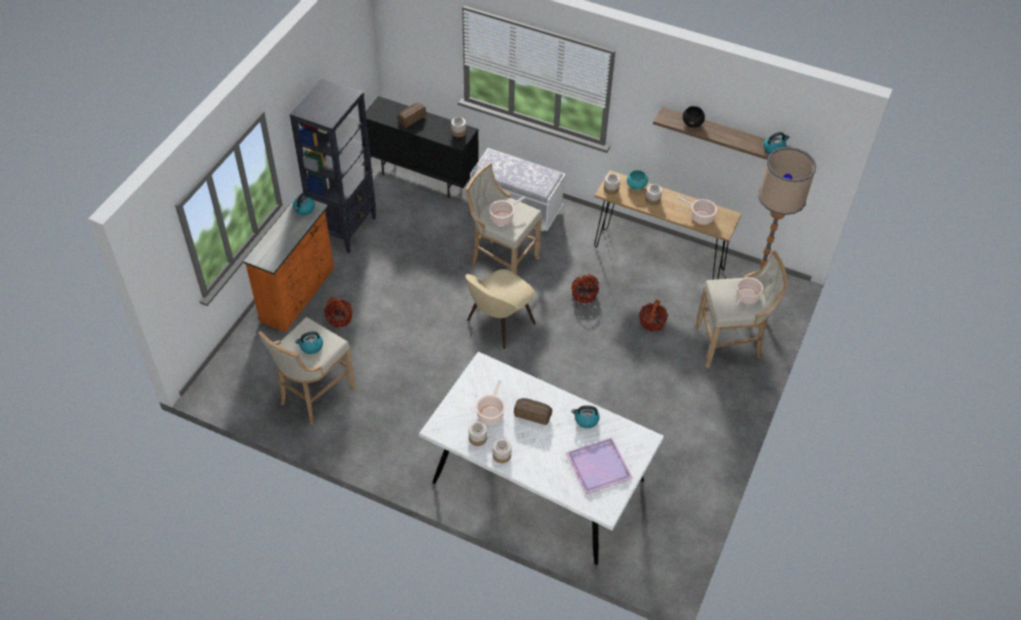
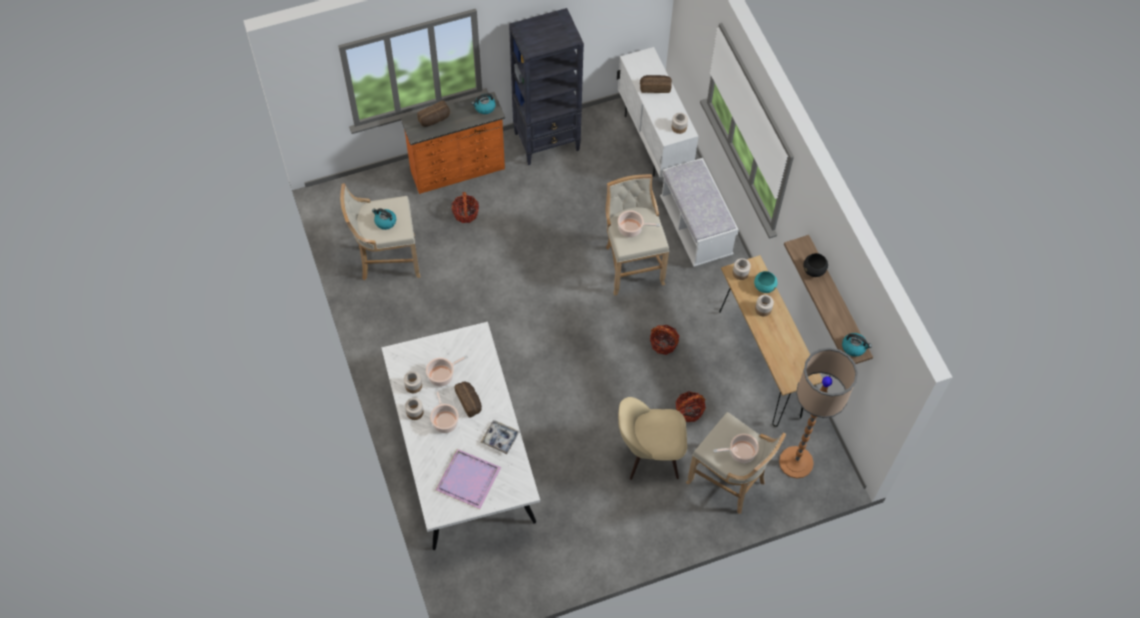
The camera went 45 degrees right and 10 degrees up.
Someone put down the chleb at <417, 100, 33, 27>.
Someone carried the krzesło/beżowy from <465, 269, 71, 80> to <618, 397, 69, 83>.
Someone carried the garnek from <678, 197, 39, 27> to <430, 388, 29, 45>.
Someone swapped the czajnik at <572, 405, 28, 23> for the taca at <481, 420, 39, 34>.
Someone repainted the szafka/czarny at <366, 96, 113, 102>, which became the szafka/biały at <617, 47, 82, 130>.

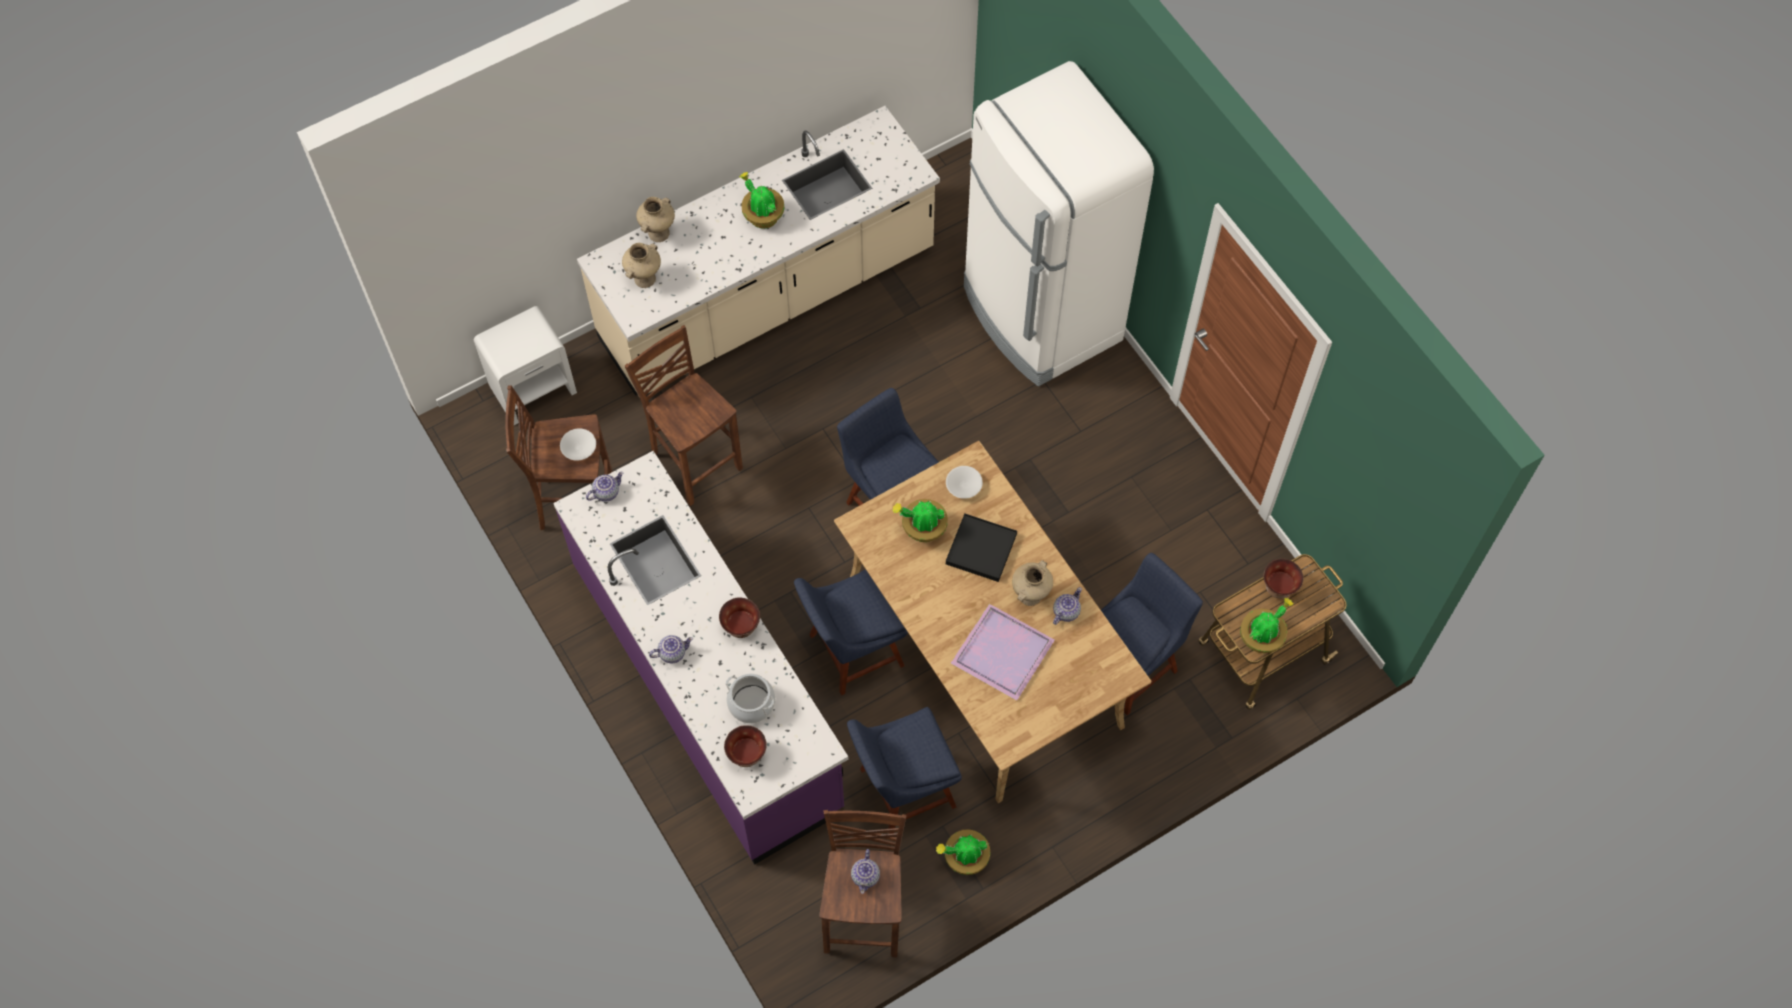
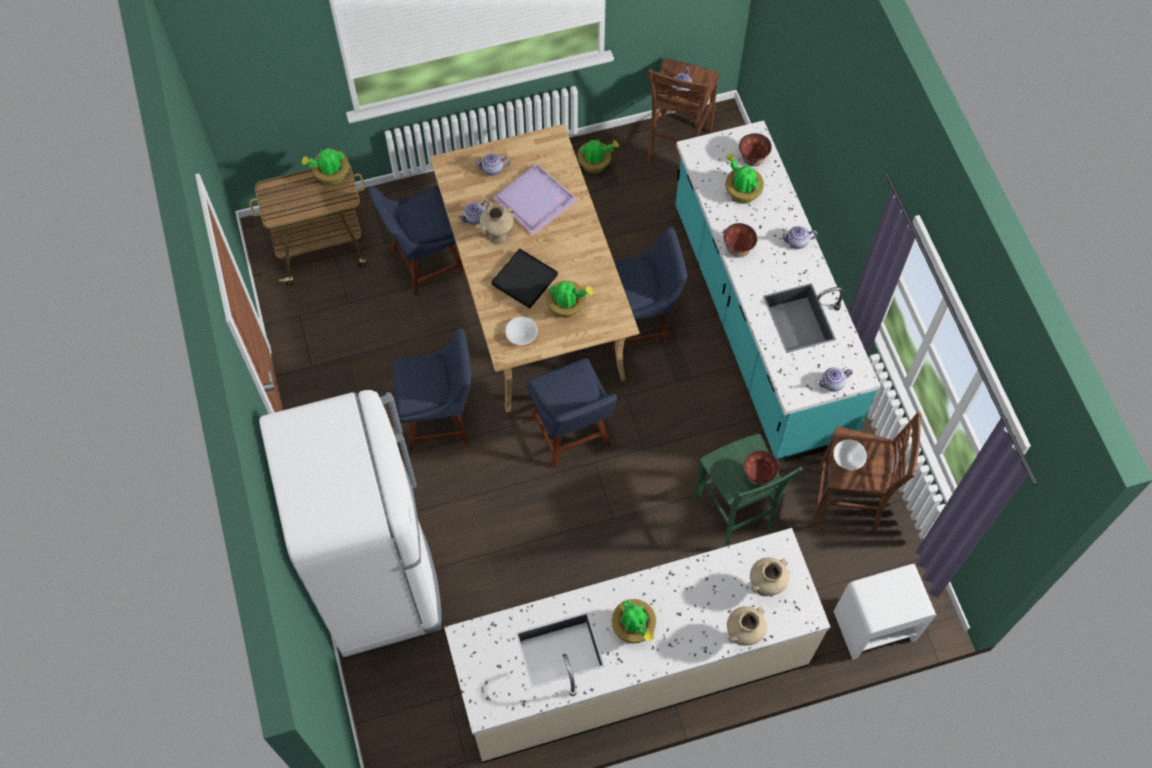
The camera went 165 degrees left and 0 degrees up.
Someone put down the imbryk at <474, 153, 37, 23>.
Someone carried the krzesło/niebieski from <847, 707, 115, 127> to <392, 328, 79, 124>.
Someone carried the miska from <1263, 559, 40, 40> to <743, 450, 36, 36>.
Someone swapped the garnek at <726, 674, 50, 50> for the roślina doniczkowa at <725, 153, 39, 51>.
Someone repainted the zabudowa kuchenna/fioletowy at <553, 451, 295, 414>, which became the zabudowa kuchenna/turkusowy at <675, 120, 206, 342>.
Someone repainted the stołek/brązowy at <625, 325, 118, 181>, which became the stołek/zielony at <694, 434, 109, 113>.

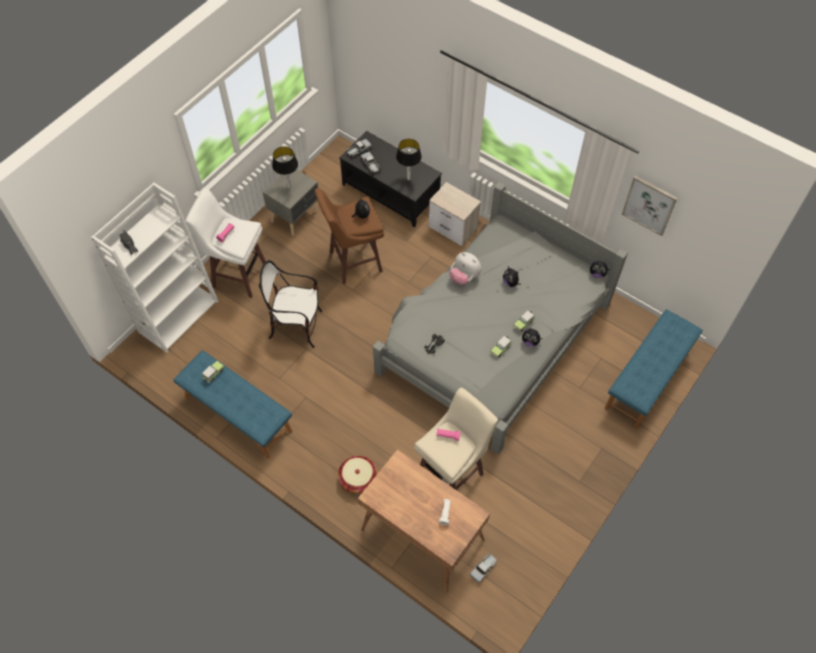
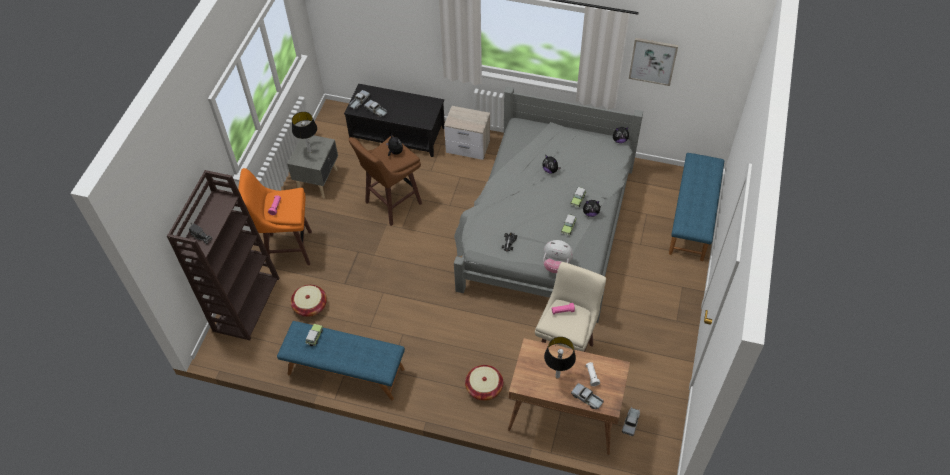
The camera went 20 degrees left and 5 degrees down.
Someone took away the krzesło at <259, 260, 63, 88>.
Someone put down the koszyk at <291, 285, 36, 32>.
Someone put down the ciężarówka zabawkowa at <571, 383, 33, 26>.
Someone carried the lampa stołowa from <396, 139, 26, 41> to <544, 337, 32, 42>.
Someone carried the pluszak from <449, 252, 32, 33> to <543, 240, 30, 33>.
Someone repainted the regał/biały at <91, 182, 128, 171>, which became the regał/brązowy at <167, 170, 113, 170>.
Someone repainted the stołek/biały at <186, 188, 80, 110>, which became the stołek/pomarańczowy at <238, 168, 74, 100>.

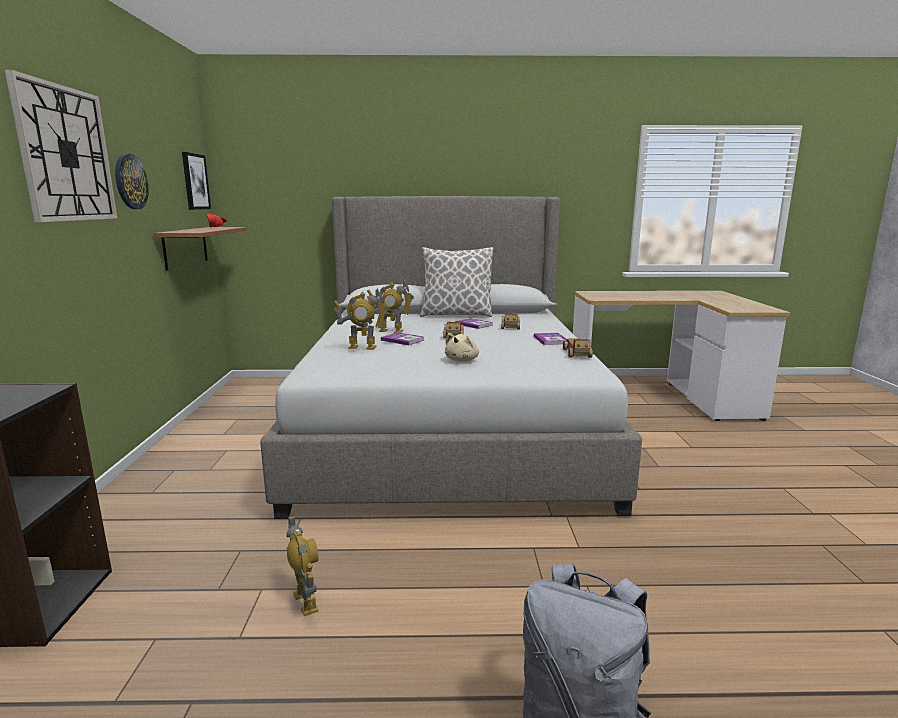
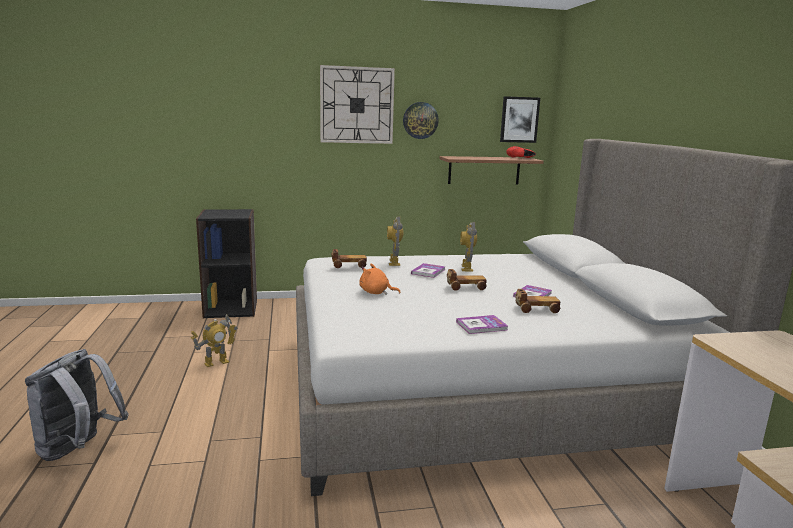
The camera went 80 degrees right and 0 degrees up.
Someone took away the poduszka at <420, 247, 73, 70>.
Someone carried the samochodzik from <563, 338, 30, 20> to <331, 249, 36, 19>.
Someone repainted the pluszak/beżowy at <445, 333, 34, 29>, which became the pluszak/pomarańczowy at <359, 263, 42, 32>.

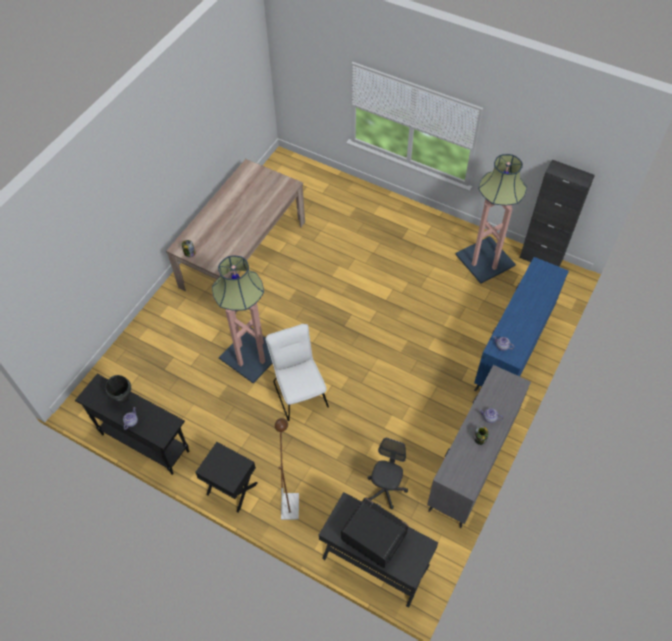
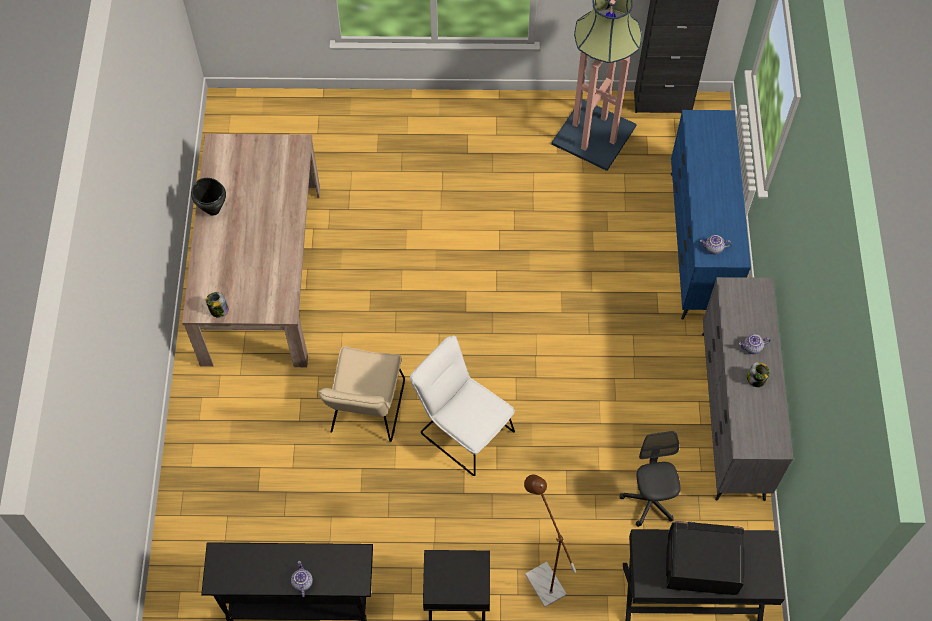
The camera went 30 degrees left and 5 degrees up.
Someone carried the garnek/czarny from <105, 375, 26, 28> to <191, 178, 35, 38>.
Someone swapped the lampa stojąca at <212, 255, 61, 128> for the krzesło/beżowy at <318, 346, 87, 96>.

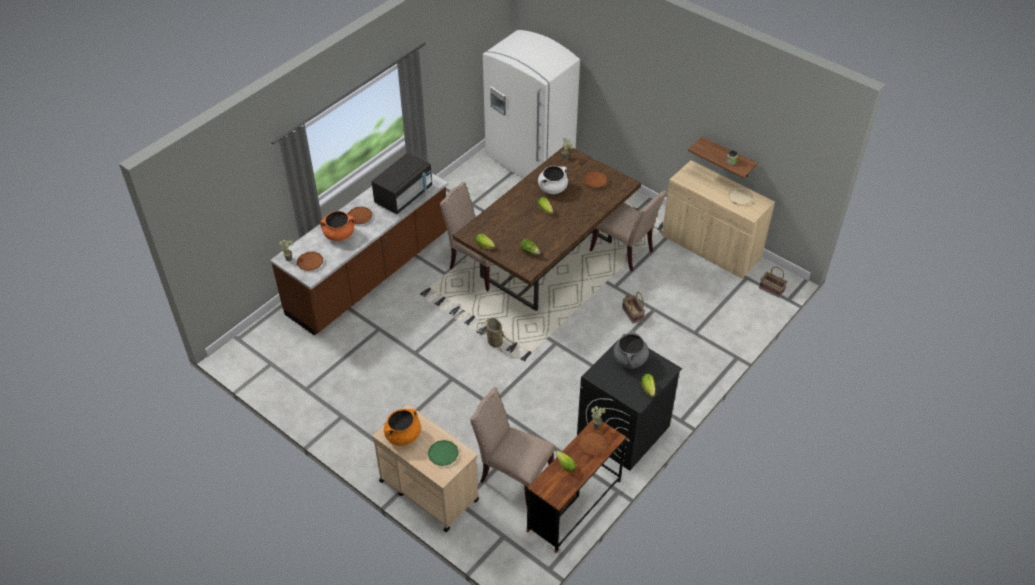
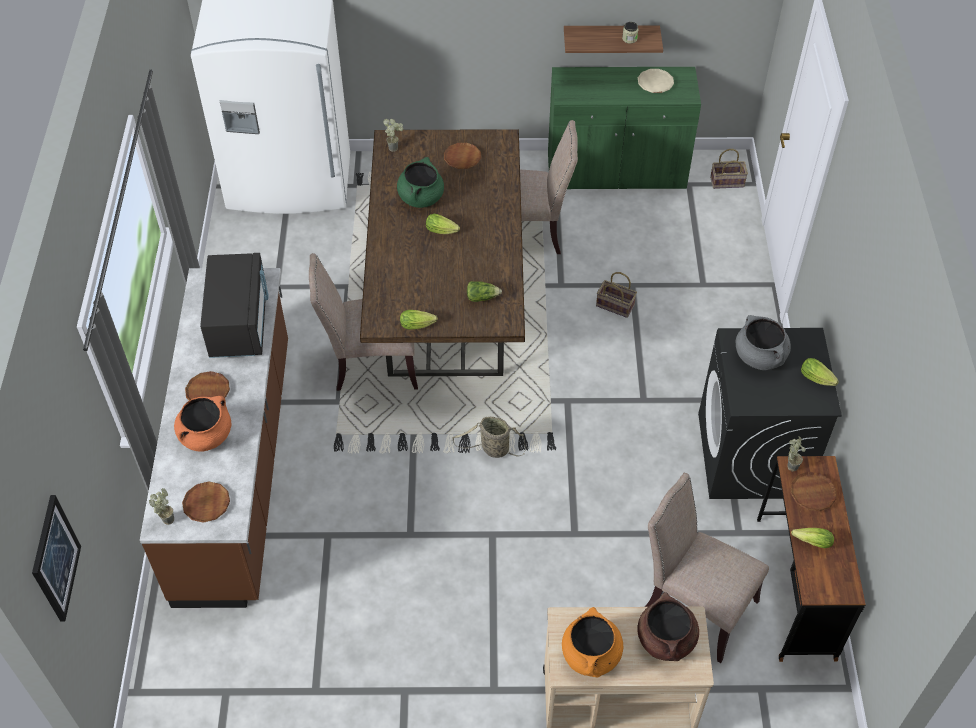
The camera went 40 degrees left and 5 degrees up.
Someone put up the obraz at <32, 495, 49, 126>.
Someone swapped the talerz/zielony at <428, 440, 31, 26> for the garnek/brązowy at <637, 592, 62, 69>.
Someone repainted the garnek/biały at <538, 166, 30, 28>, which became the garnek/zielony at <397, 157, 47, 51>.
Someone repainted the szafka/beżowy at <662, 160, 113, 119>, which became the szafka/zielony at <548, 67, 153, 122>.
Someone rotated the krzesło/beżowy at <470, 387, 85, 118> by 45 degrees clockwise.

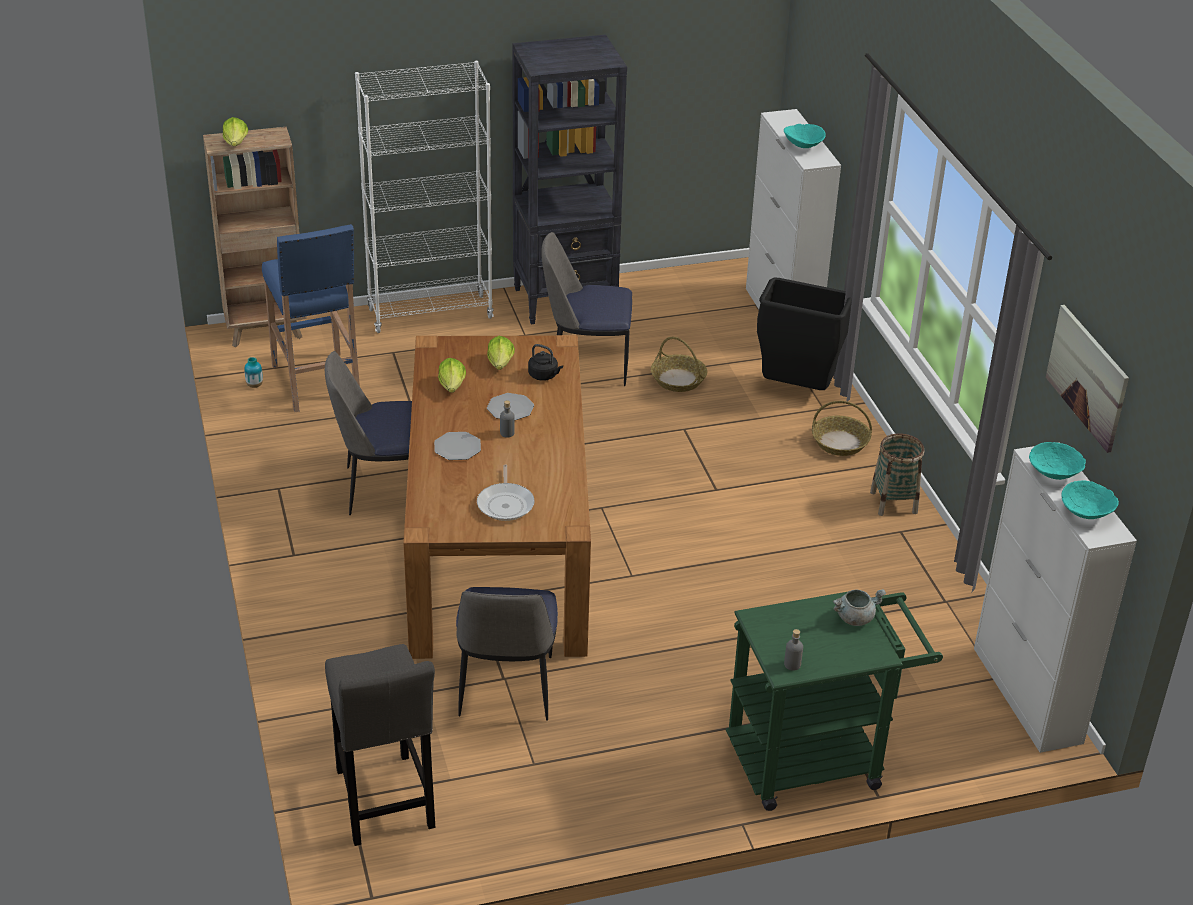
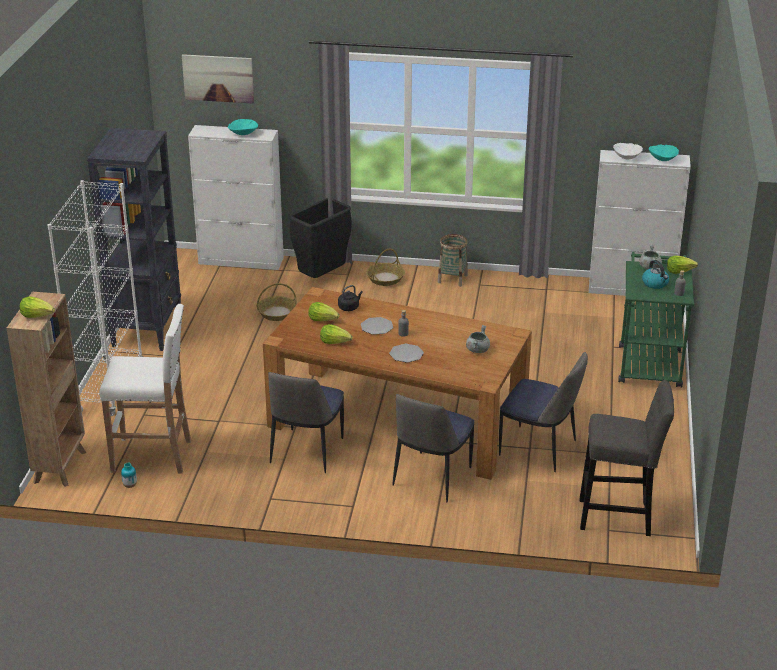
The camera went 65 degrees left and 5 degrees down.
Someone put down the czajnik at <642, 260, 27, 29>.
Someone put down the sałata at <667, 256, 31, 18>.
Someone carried the krzesło from <541, 232, 91, 154> to <392, 394, 82, 108>.
Someone carried the obraz from <1046, 305, 83, 148> to <182, 54, 72, 50>.
Someone swapped the patelnia at <477, 464, 58, 57> for the garnek/szary at <466, 325, 24, 28>.
Someone repainted the stołek/niebieski at <262, 224, 98, 188>, which became the stołek/biały at <99, 304, 92, 169>.
Someone repainted the miska/turkusowy at <1029, 442, 57, 38>, which became the miska/biały at <613, 143, 30, 17>.

